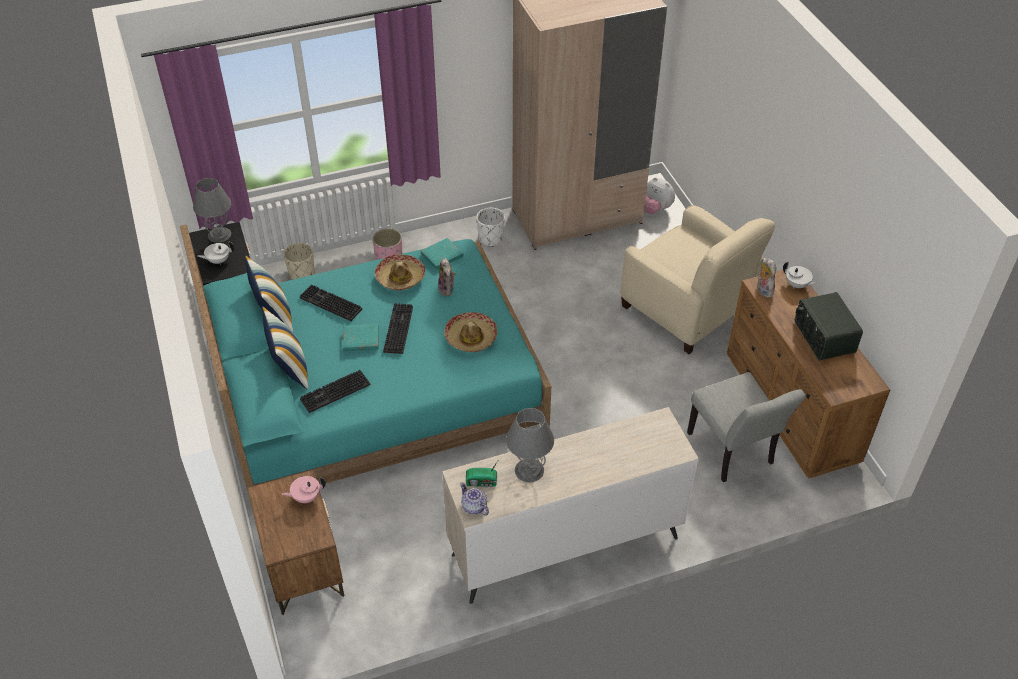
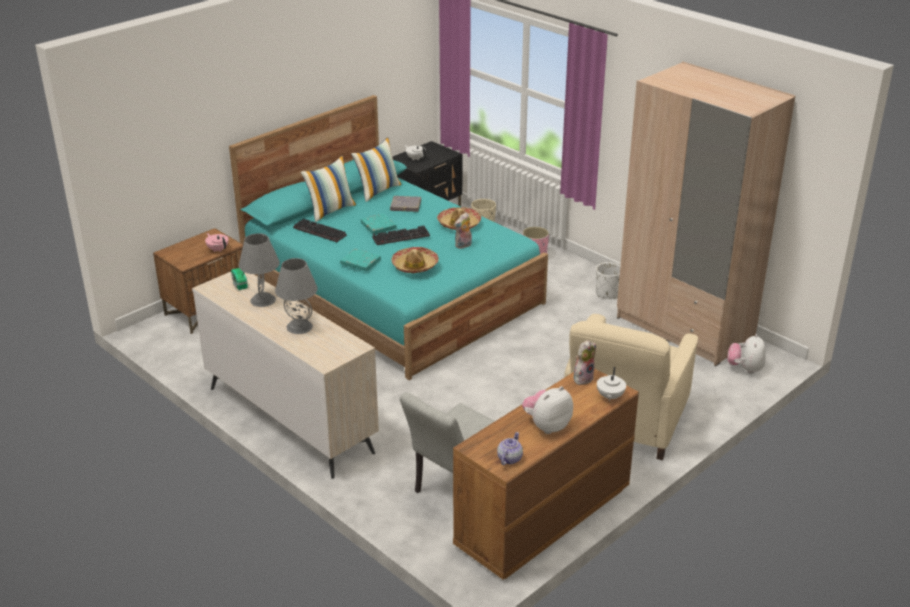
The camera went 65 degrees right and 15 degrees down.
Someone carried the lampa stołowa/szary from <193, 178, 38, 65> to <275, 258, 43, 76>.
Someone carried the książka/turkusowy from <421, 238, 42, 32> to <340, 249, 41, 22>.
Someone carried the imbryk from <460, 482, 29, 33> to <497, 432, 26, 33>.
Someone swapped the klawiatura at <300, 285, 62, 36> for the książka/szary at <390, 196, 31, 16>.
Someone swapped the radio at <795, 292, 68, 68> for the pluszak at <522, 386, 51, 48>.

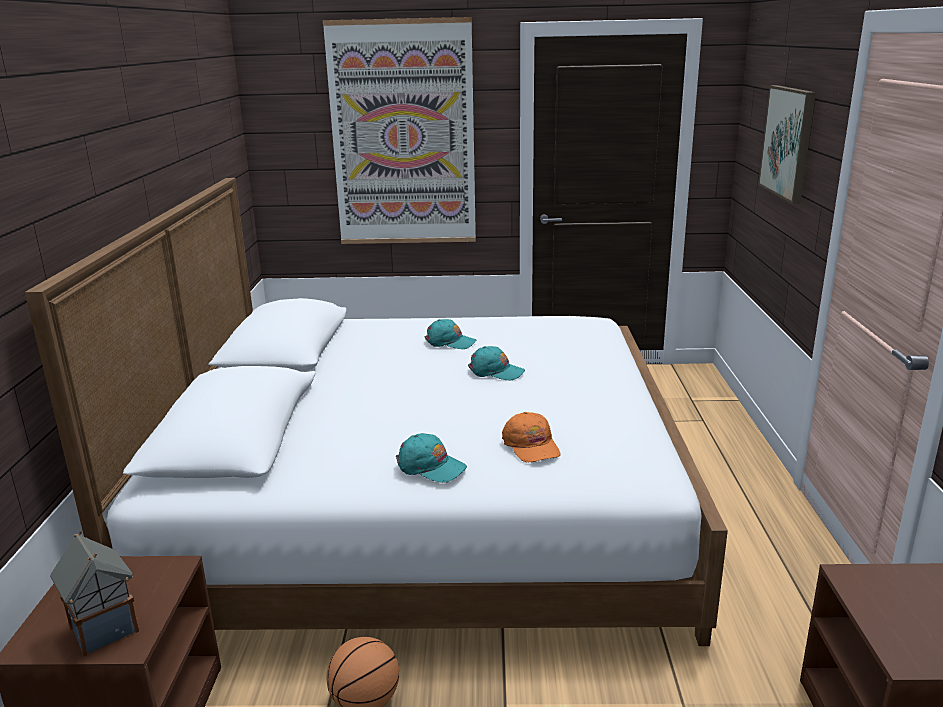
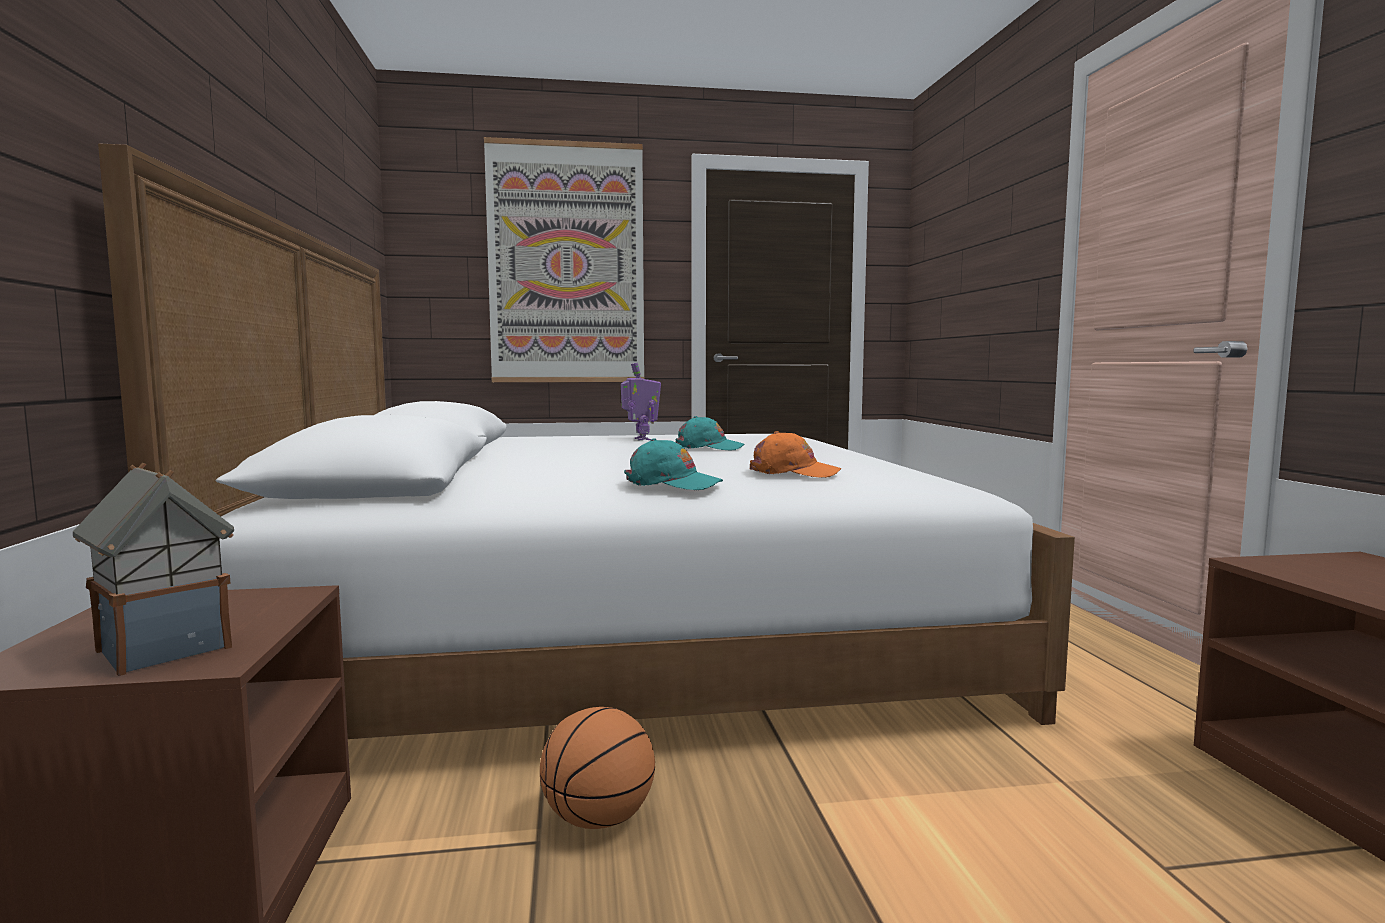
The camera went 10 degrees left and 15 degrees down.
Someone took away the obraz at <758, 85, 58, 119>.
Someone swapped the czapka z daszkiem/turkusowy at <425, 319, 51, 30> for the robot zabawkowy at <621, 363, 40, 78>.
Someone rotated the czapka z daszkiem/pomarańczowy at <502, 412, 59, 50> by 45 degrees counterclockwise.

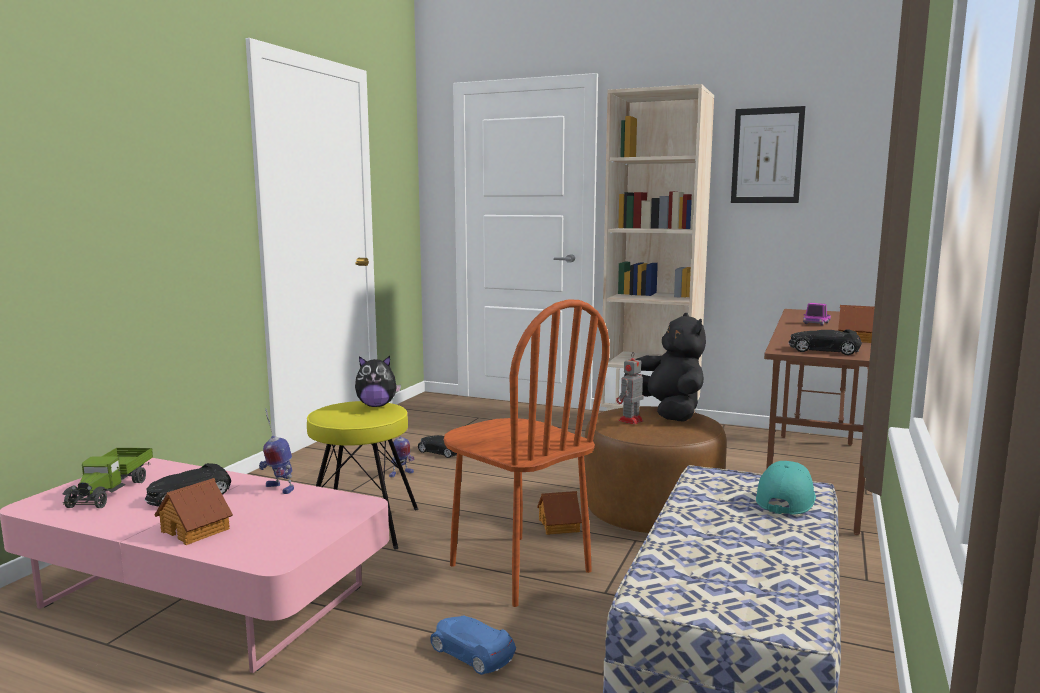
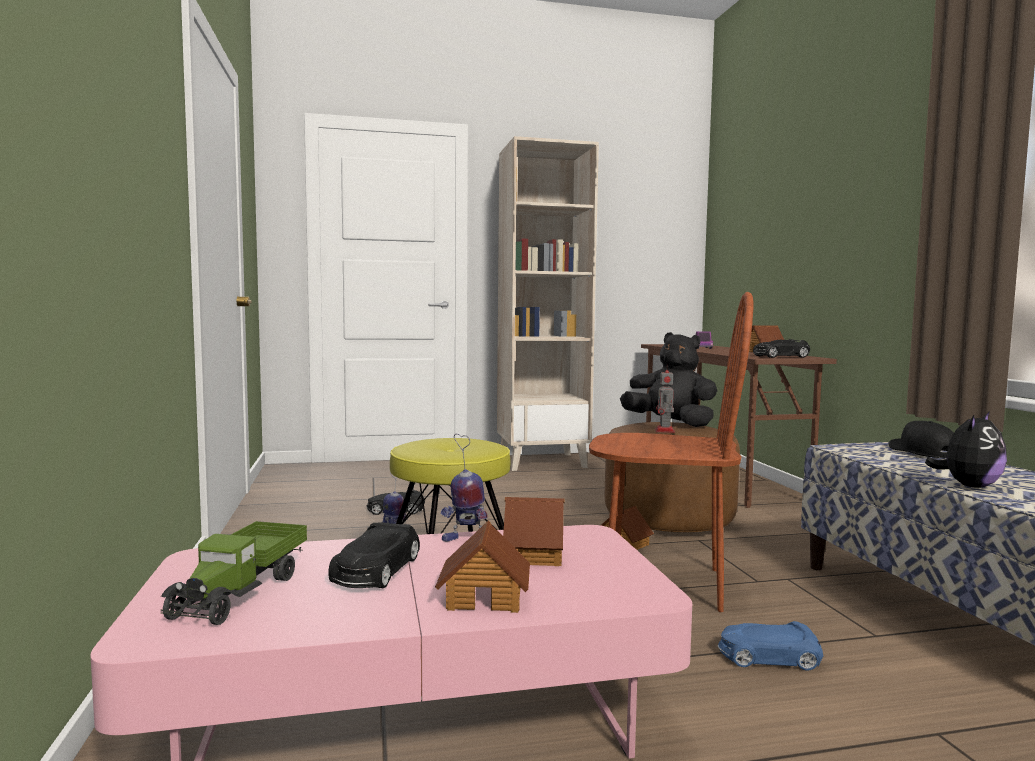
The camera went 35 degrees left and 5 degrees down.
Someone took away the obraz at <731, 106, 74, 97>.
Someone put down the domek at <503, 497, 62, 69>.
Someone carried the pluszak from <355, 356, 46, 51> to <925, 411, 82, 77>.
Someone repainted the czapka z daszkiem/turkusowy at <756, 461, 60, 54>, which became the czapka z daszkiem/czarny at <888, 421, 66, 37>.
Someone rotated the ciężarówka zabawkowa at <62, 448, 91, 60> by 45 degrees clockwise.

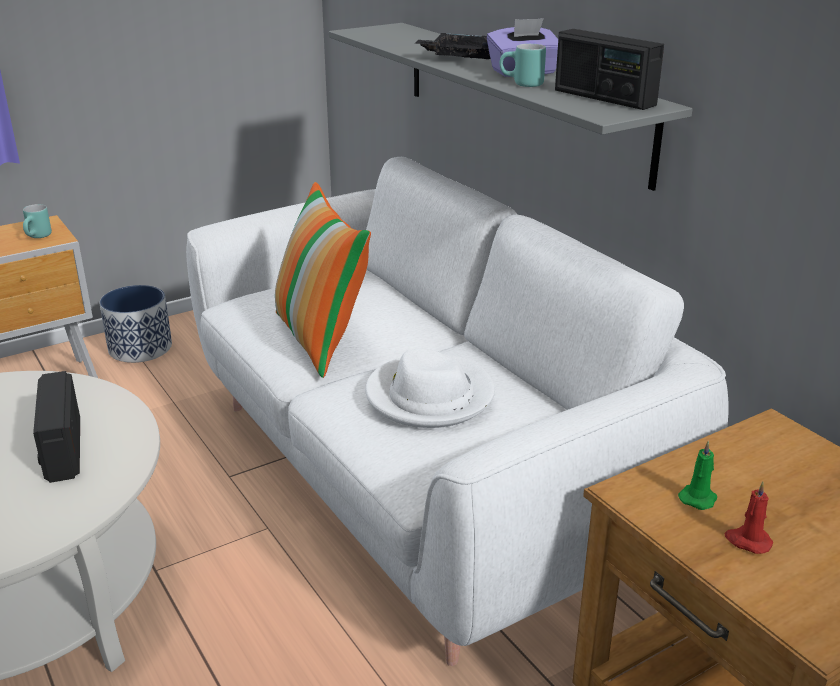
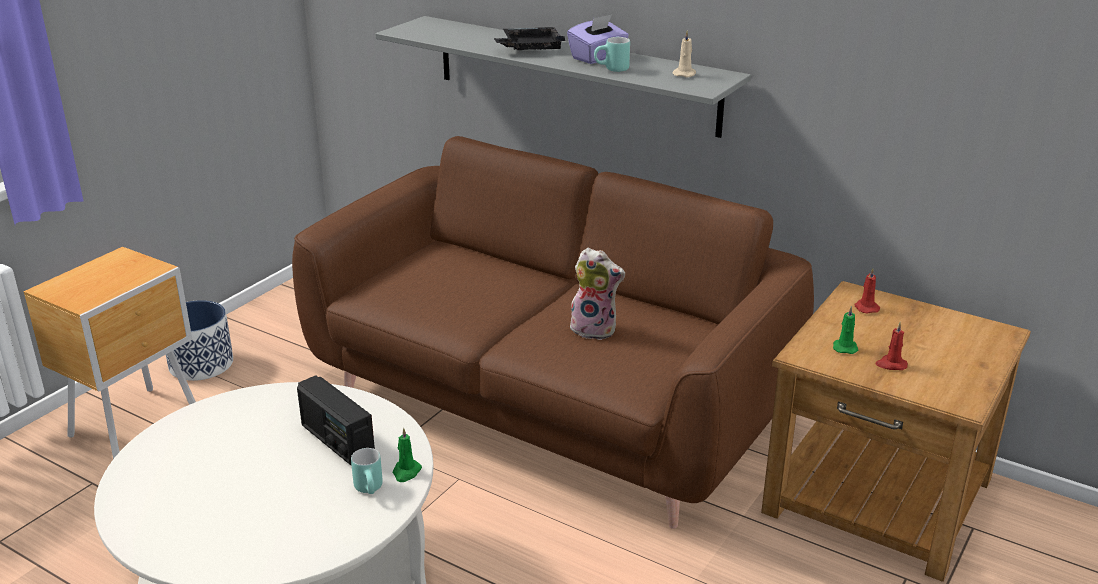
The camera went 25 degrees left and 0 degrees up.
Someone took away the poduszka at <275, 182, 96, 196>.
Someone put down the świeca/zielony at <393, 428, 29, 54>.
Someone put down the świeca/czerwony at <854, 268, 26, 46>.
Someone carried the kubek/turkusowy from <23, 204, 29, 34> to <351, 448, 32, 46>.
Someone swapped the kapelusz/biały at <365, 349, 130, 79> for the pluszak at <570, 247, 55, 93>.
Someone swapped the radio at <555, 29, 109, 81> for the świeca/beżowy at <672, 30, 24, 47>.
Someone repainted the kanapa/biały at <186, 157, 542, 509>, which became the kanapa/brązowy at <292, 136, 522, 393>.

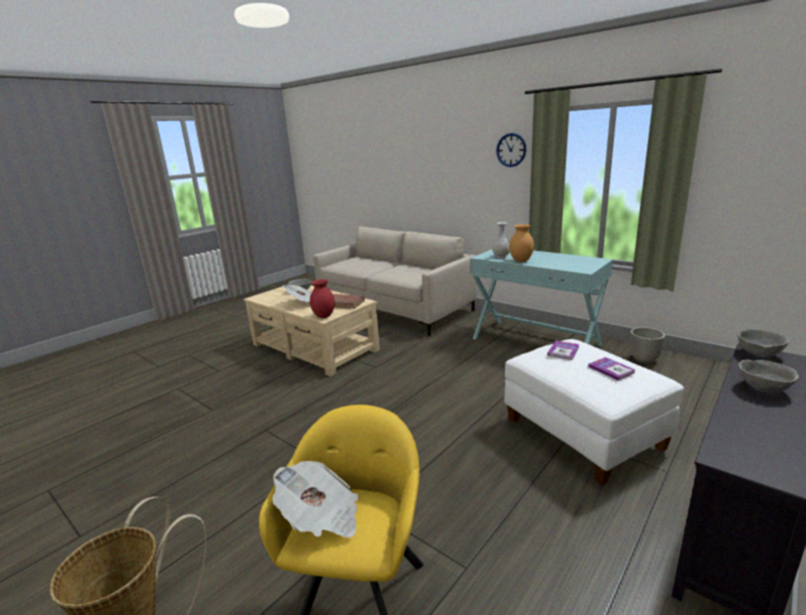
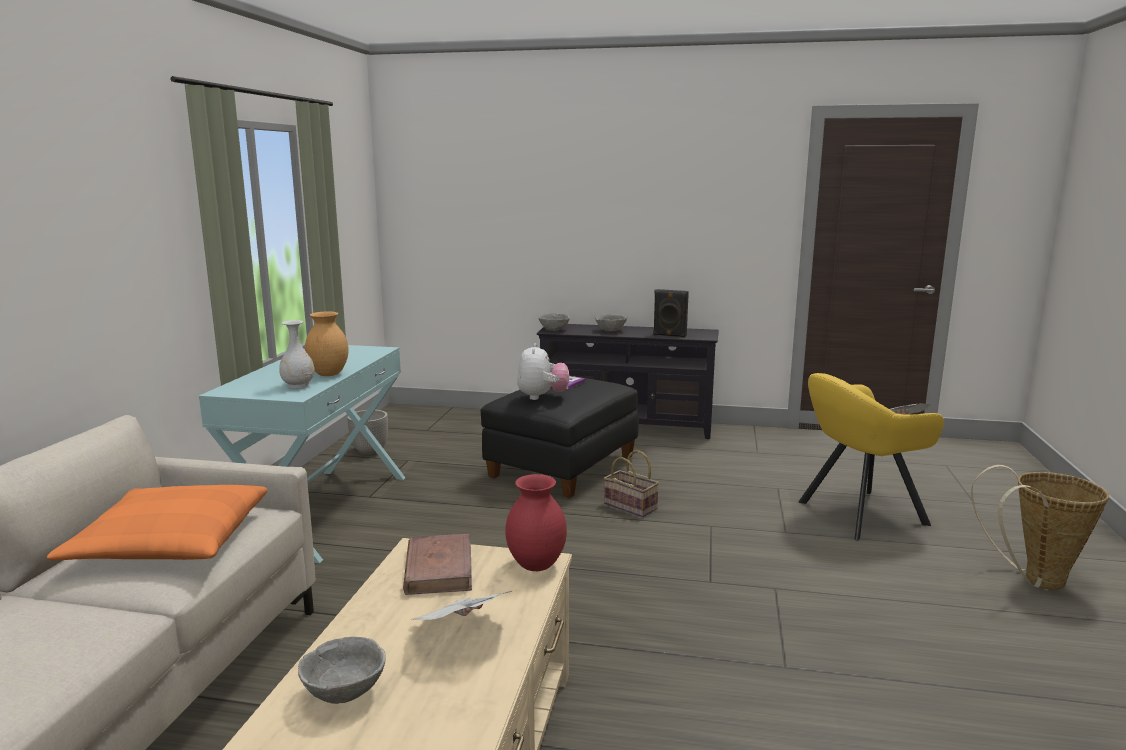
The camera went 120 degrees left and 5 degrees down.
Someone took away the zegar ścienny at <496, 133, 30, 34>.
Someone put down the poduszka/pomarańczowy at <47, 485, 221, 75>.
Someone put down the koszyk at <604, 450, 55, 67>.
Someone put down the głośnik/czarny at <653, 289, 36, 49>.
Someone swapped the książka at <547, 341, 32, 19> for the pluszak at <517, 343, 52, 57>.
Someone repainted the pufa/biały at <504, 339, 180, 146>, which became the pufa/czarny at <481, 378, 158, 120>.

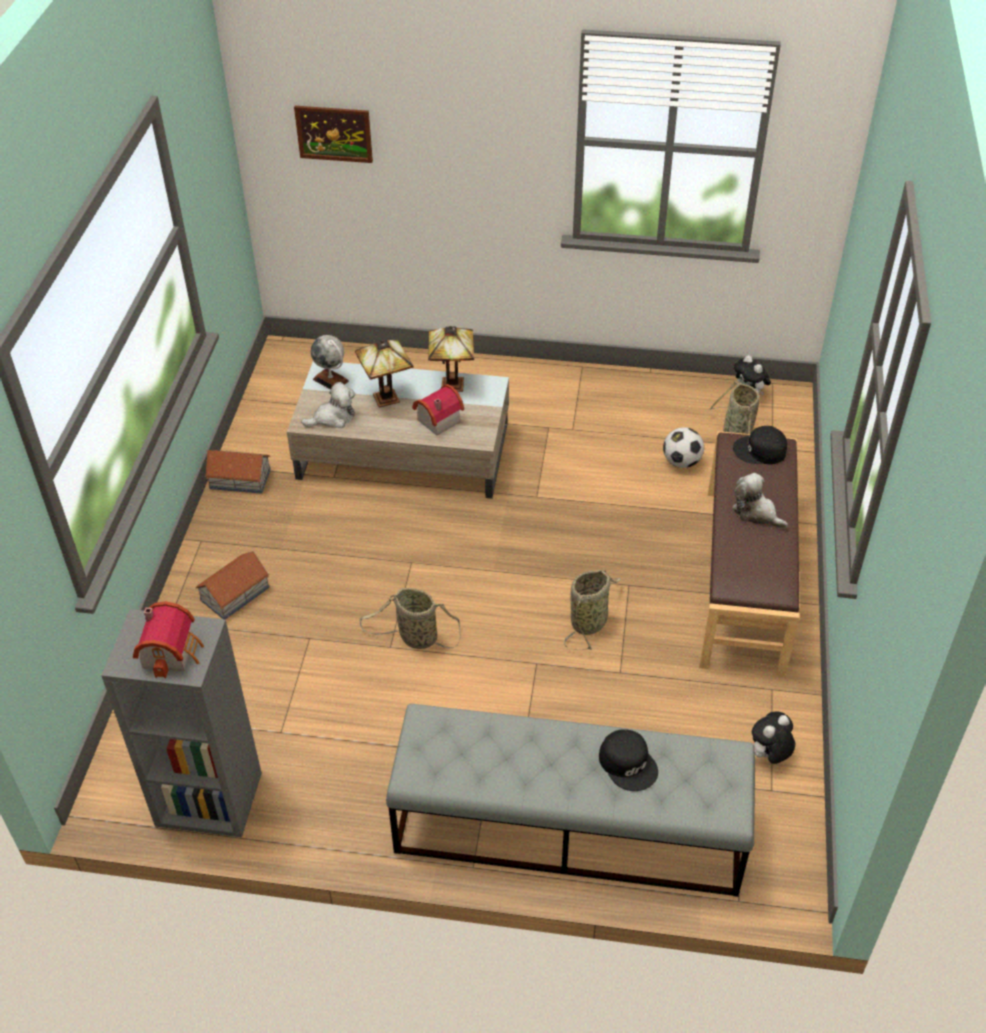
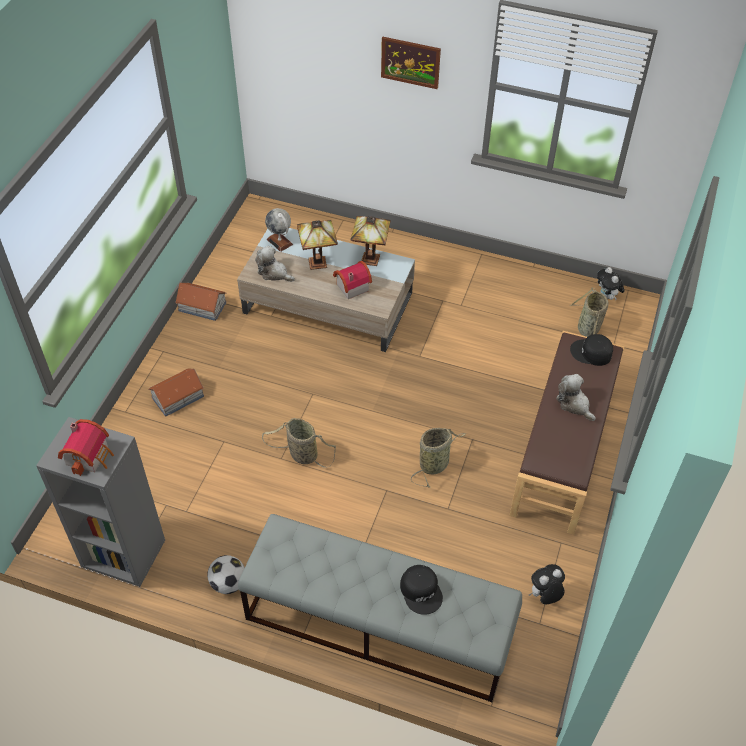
The camera went 10 degrees right and 5 degrees up.
Someone carried the obraz from <294, 106, 79, 57> to <381, 37, 60, 52>.
Someone carried the piłka futbolowa from <663, 427, 41, 41> to <207, 555, 38, 39>.
Someone rotated the pluszak at <301, 382, 54, 46> by 135 degrees counterclockwise.

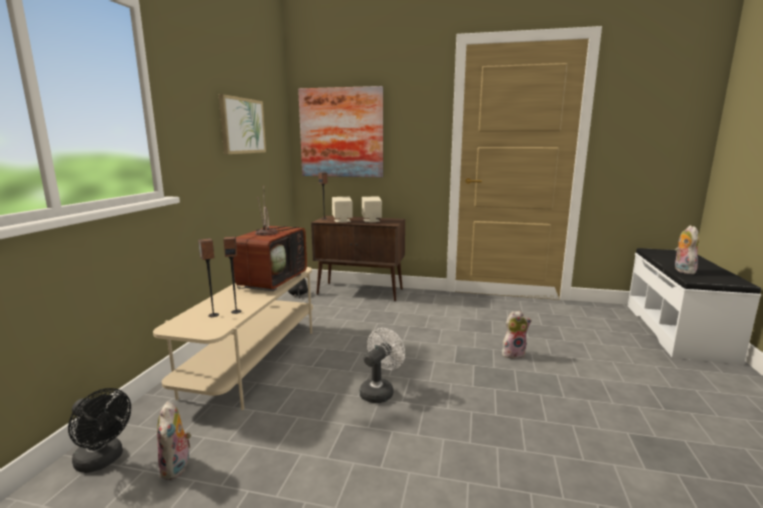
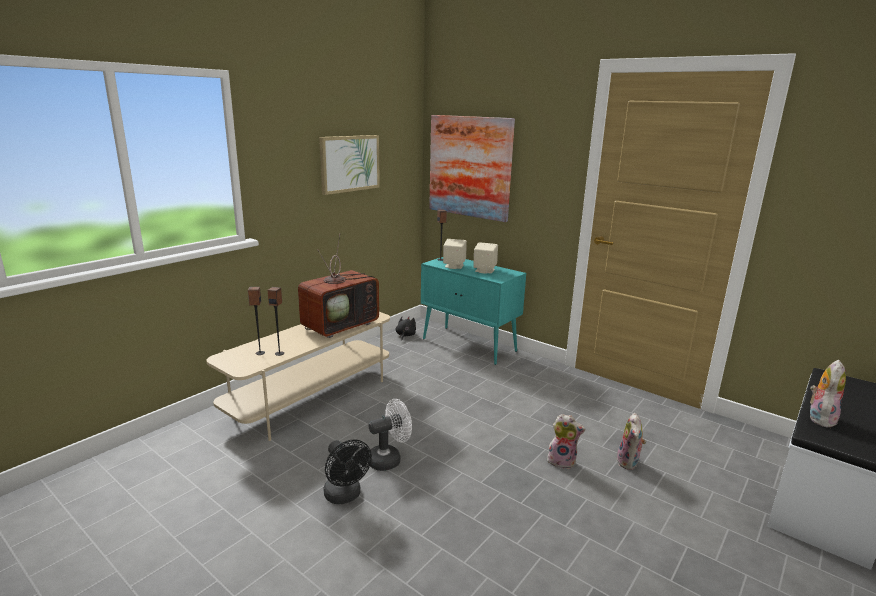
The camera went 25 degrees right and 5 degrees up.
Someone carried the wentylator/czarny from <68, 388, 63, 85> to <324, 439, 48, 65>.
Someone carried the pluszak from <157, 401, 34, 79> to <617, 413, 29, 57>.
Someone repainted the szafka/brązowy at <311, 216, 94, 85>, which became the szafka/turkusowy at <421, 257, 105, 108>.

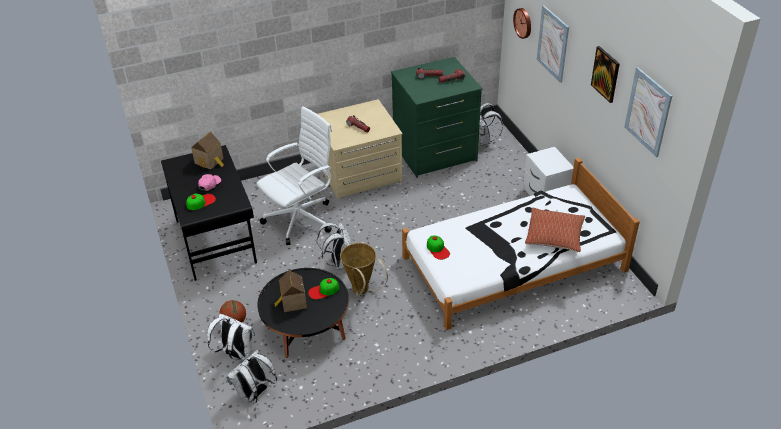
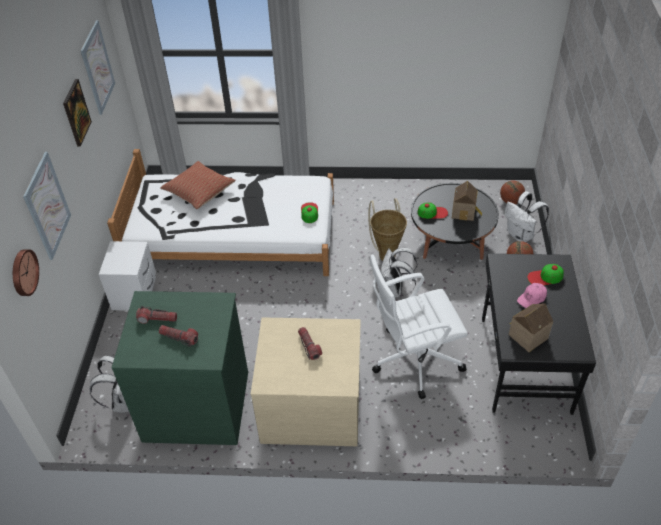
The camera went 155 degrees left and 5 degrees up.
Someone swapped the plecak/biały at <226, 350, 51, 52> for the piłka do koszykówki at <500, 180, 25, 24>.

